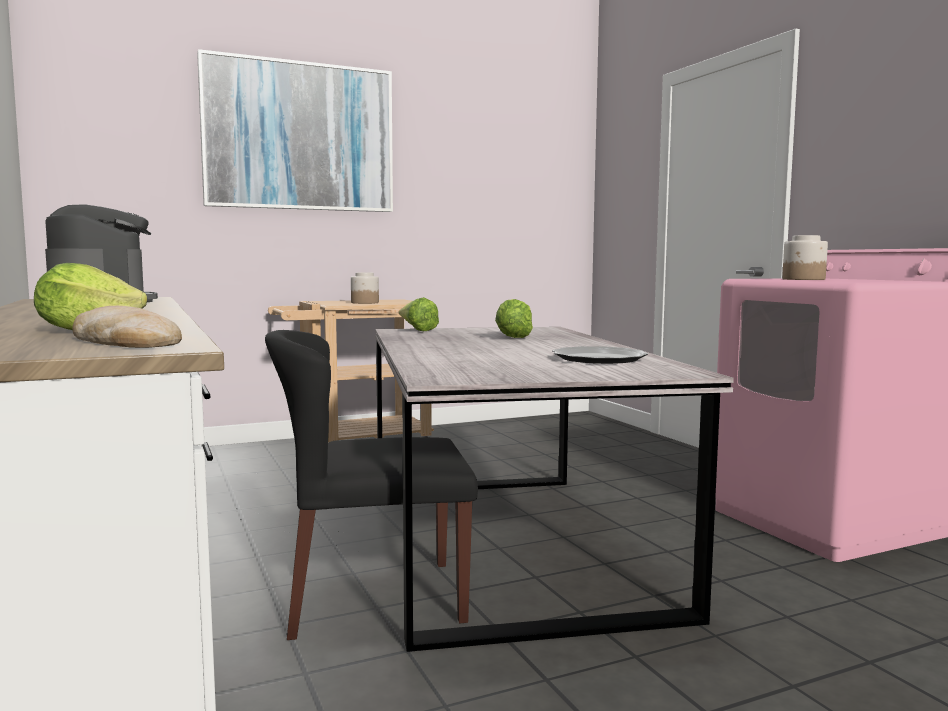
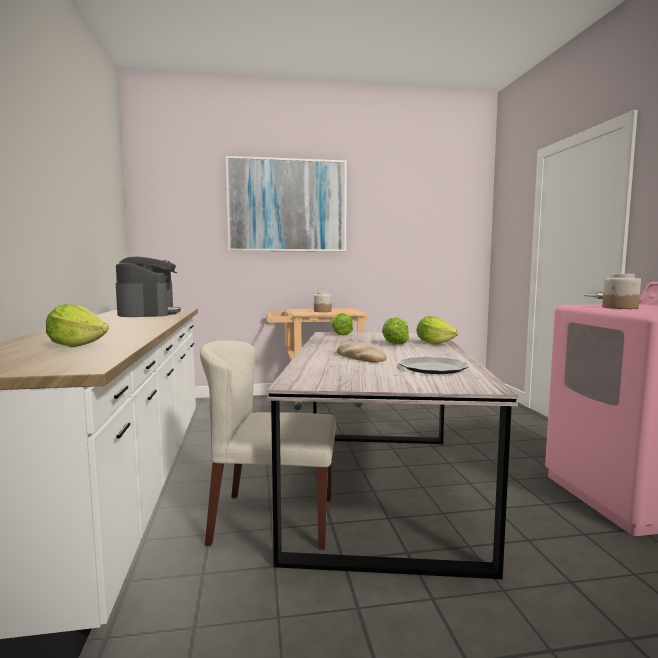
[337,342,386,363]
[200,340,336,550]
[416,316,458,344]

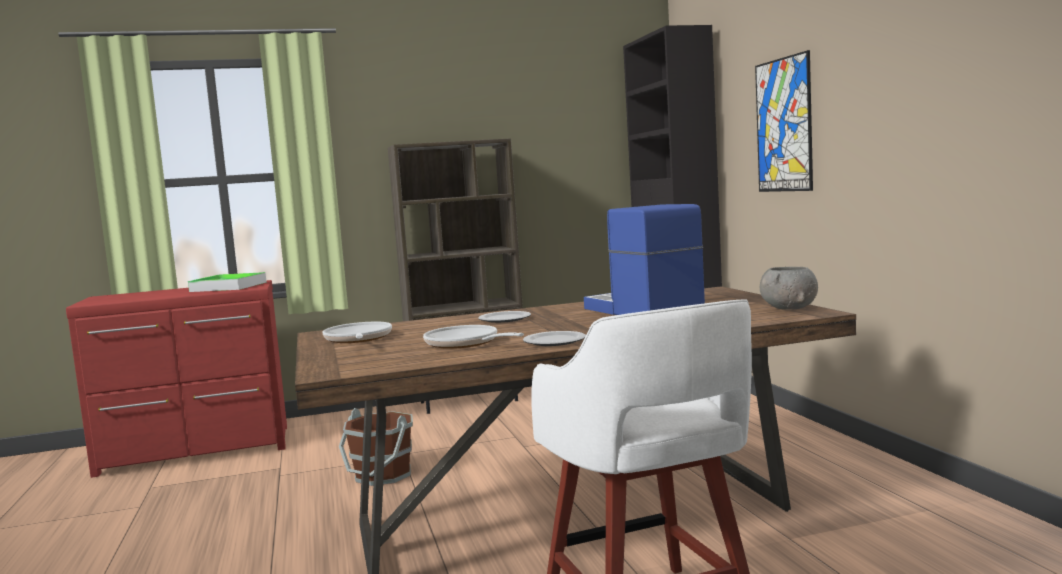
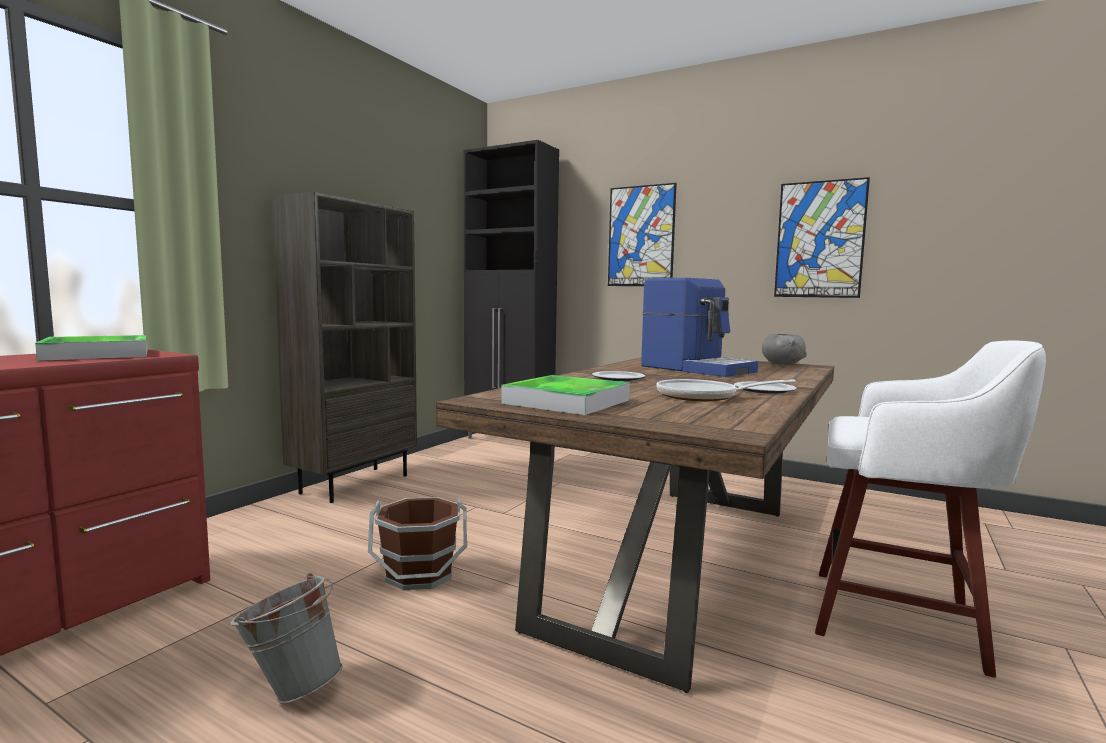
[641,278,758,377]
[501,375,630,415]
[774,177,870,298]
[231,573,342,704]

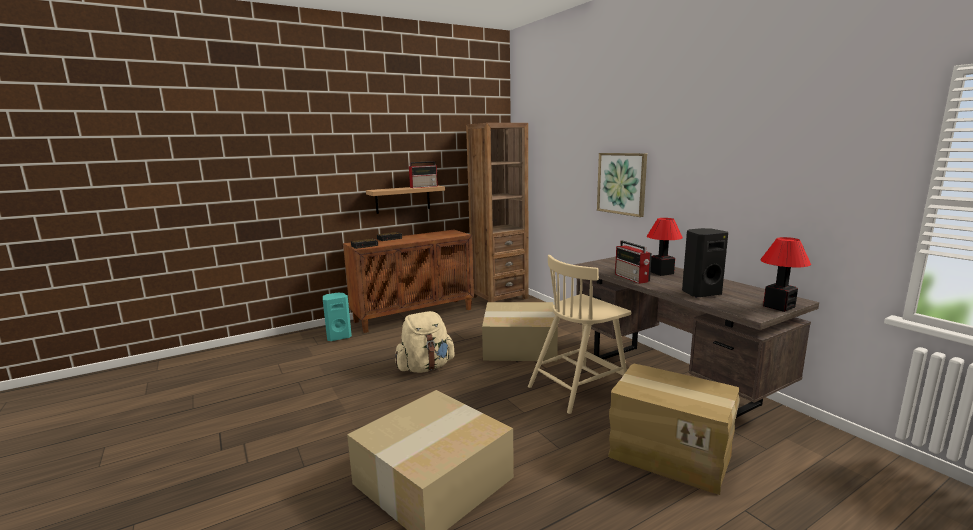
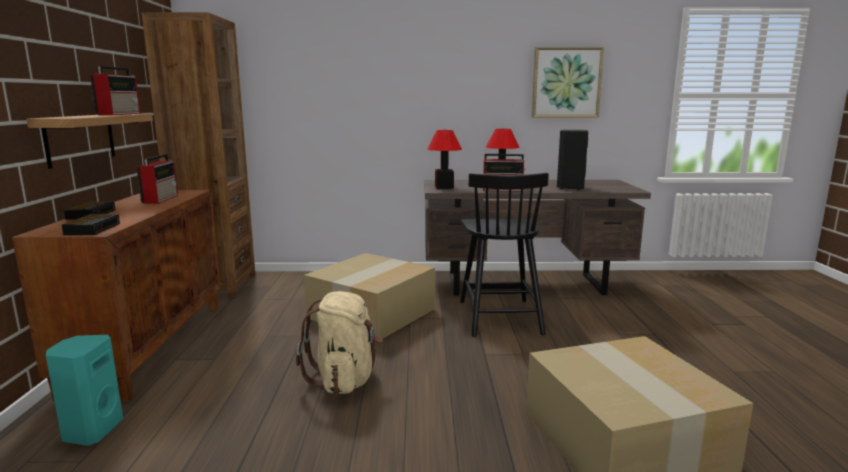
[532,47,604,117]
[427,130,462,189]
[460,173,549,337]
[608,363,740,495] (first image)
[137,154,178,204]

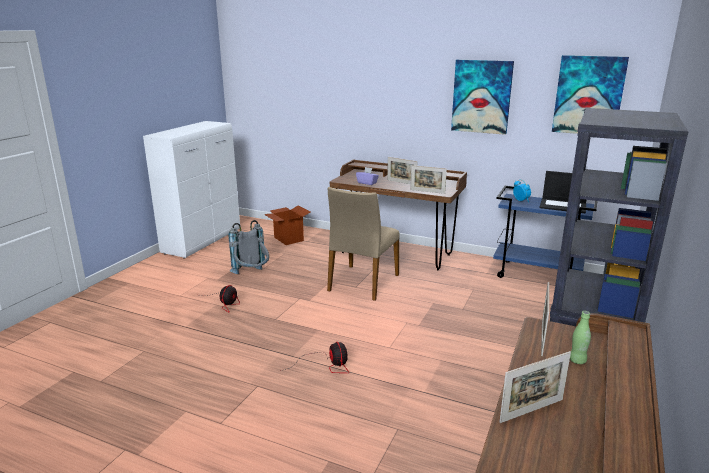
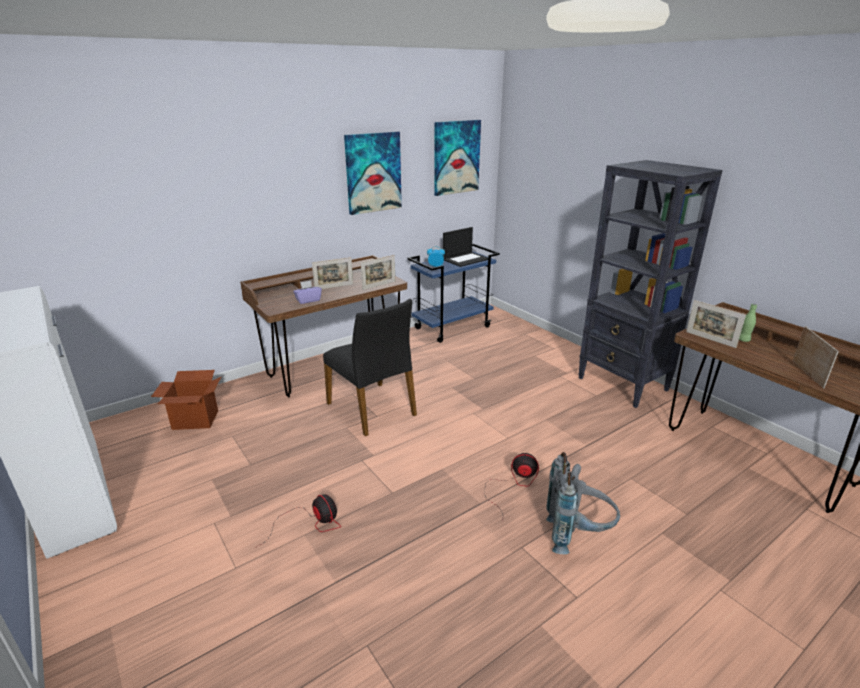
[323,299,417,436]
[546,452,620,554]

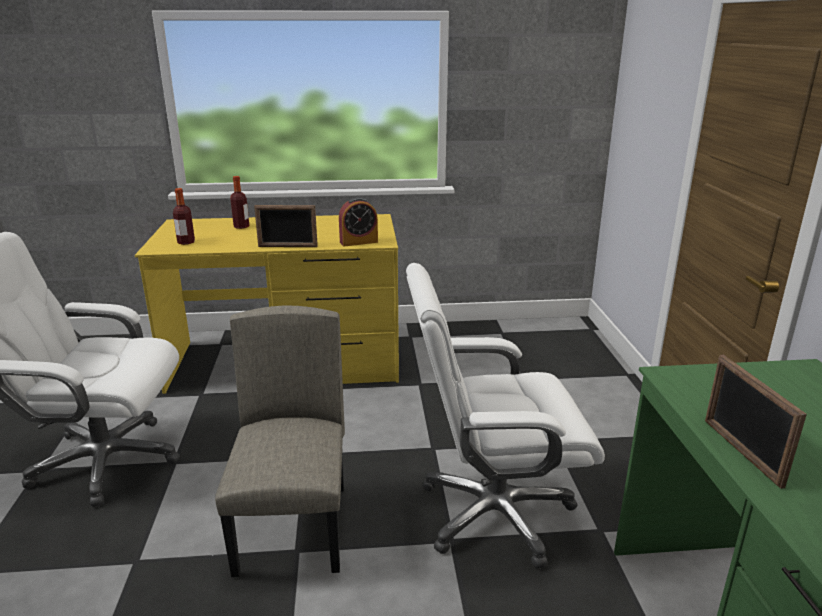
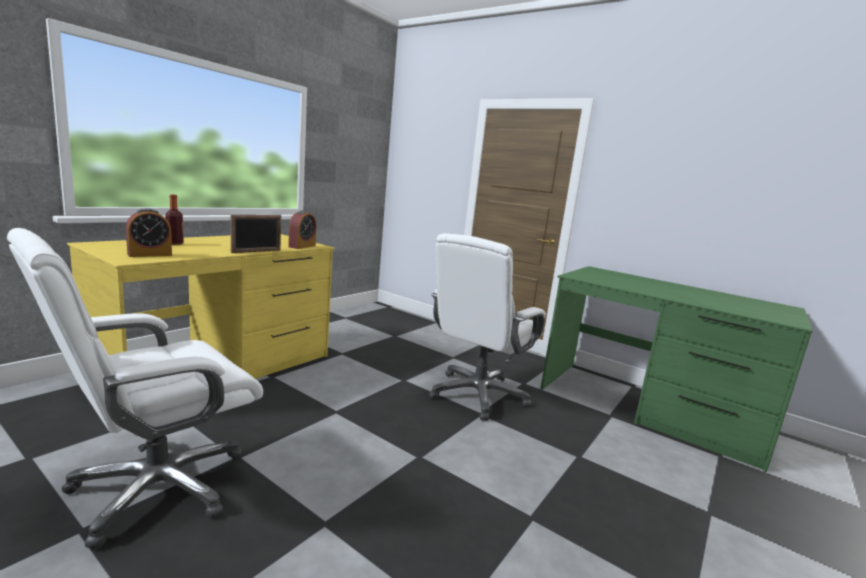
[126,208,172,257]
[215,305,345,577] (first image)
[705,355,807,489] (first image)

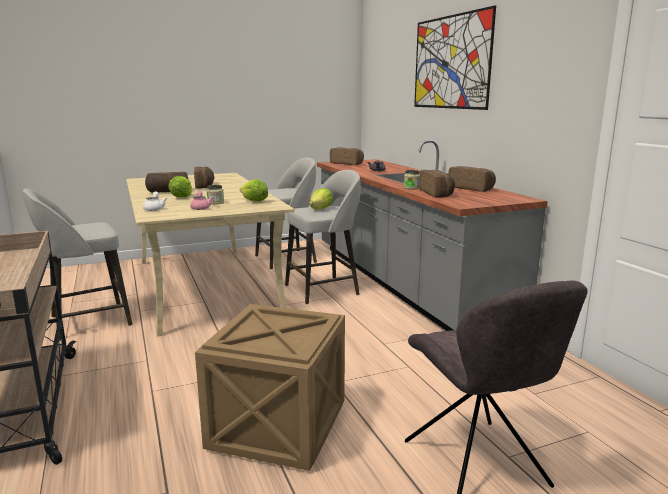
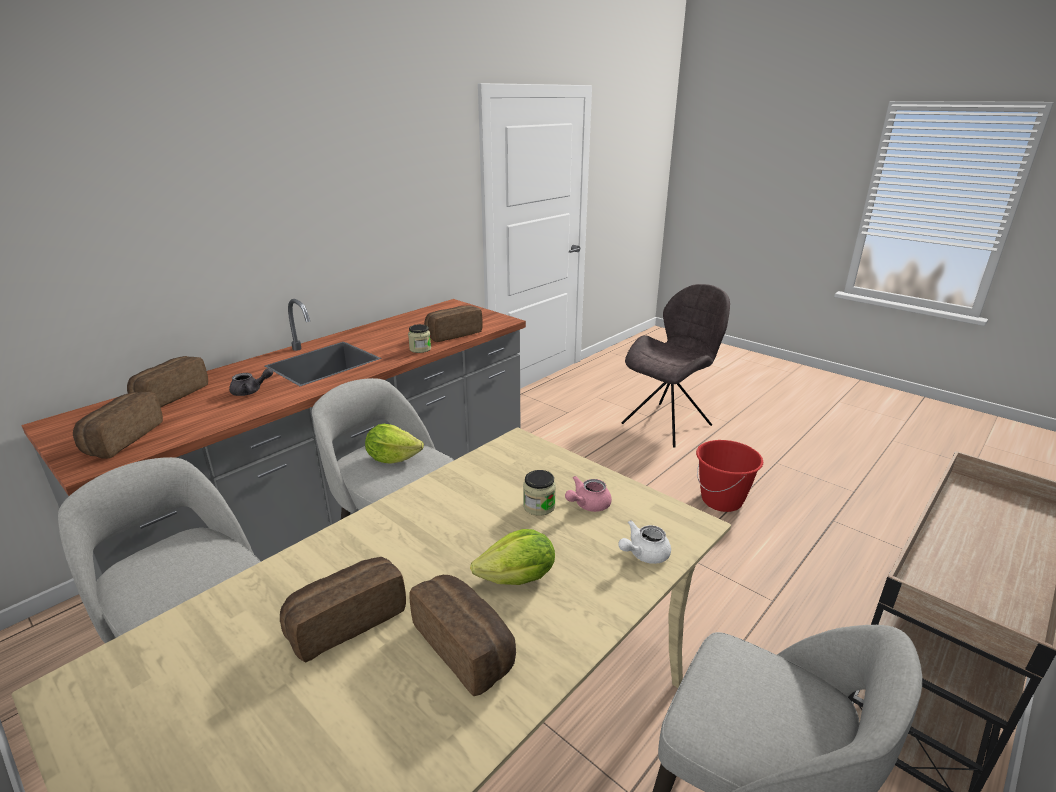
[414,5,496,110] (first image)
[127,356,208,407]
[240,179,268,202] (first image)
[696,440,763,512]

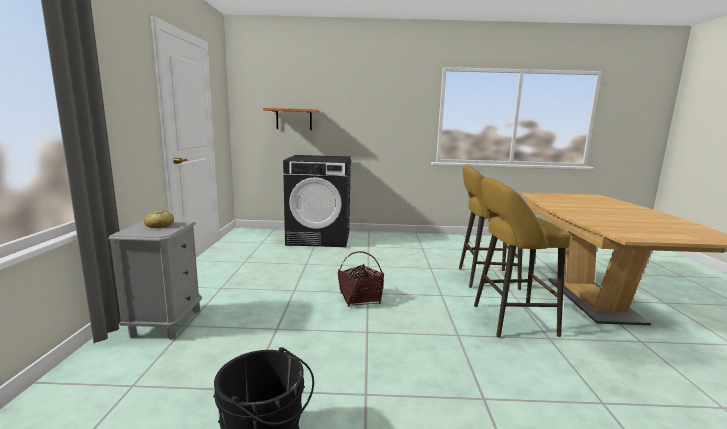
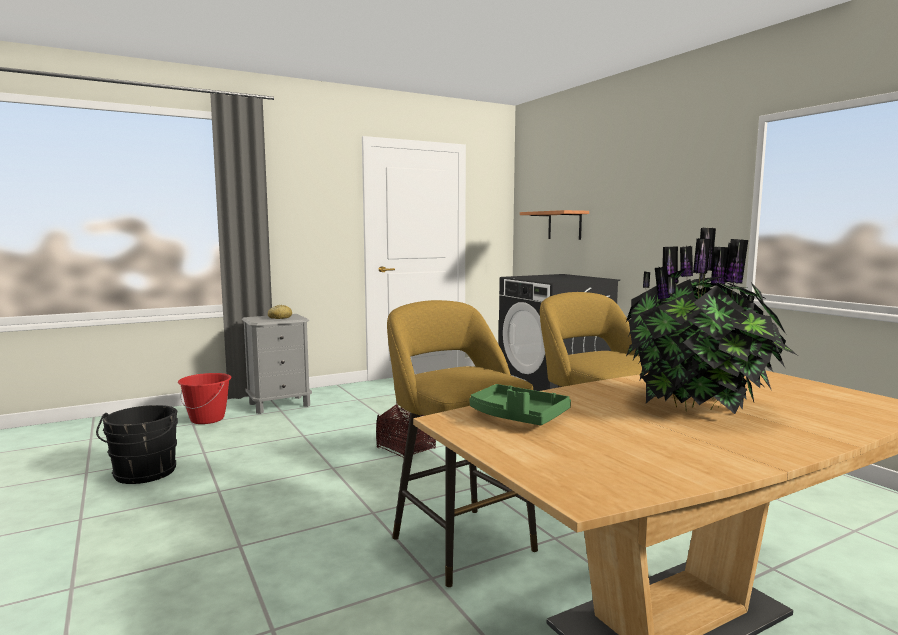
[626,228,797,414]
[178,373,231,424]
[469,384,571,426]

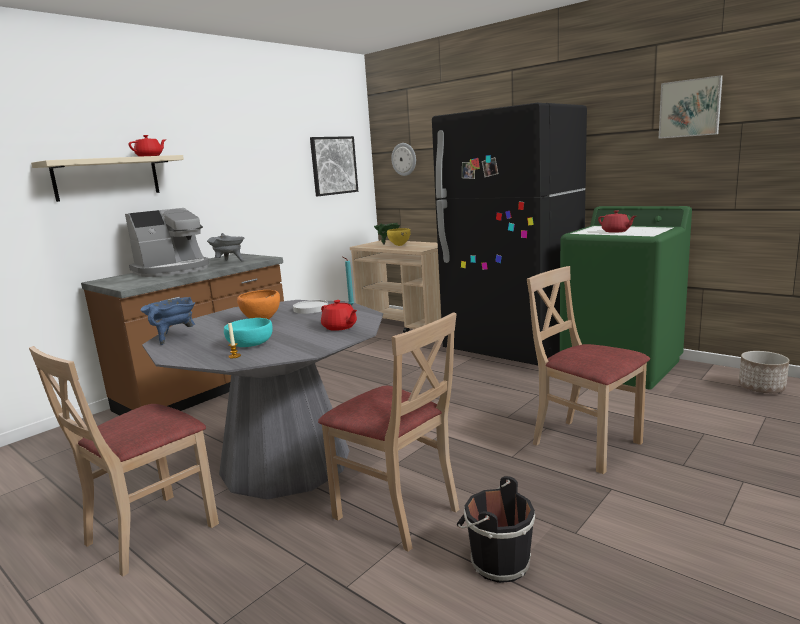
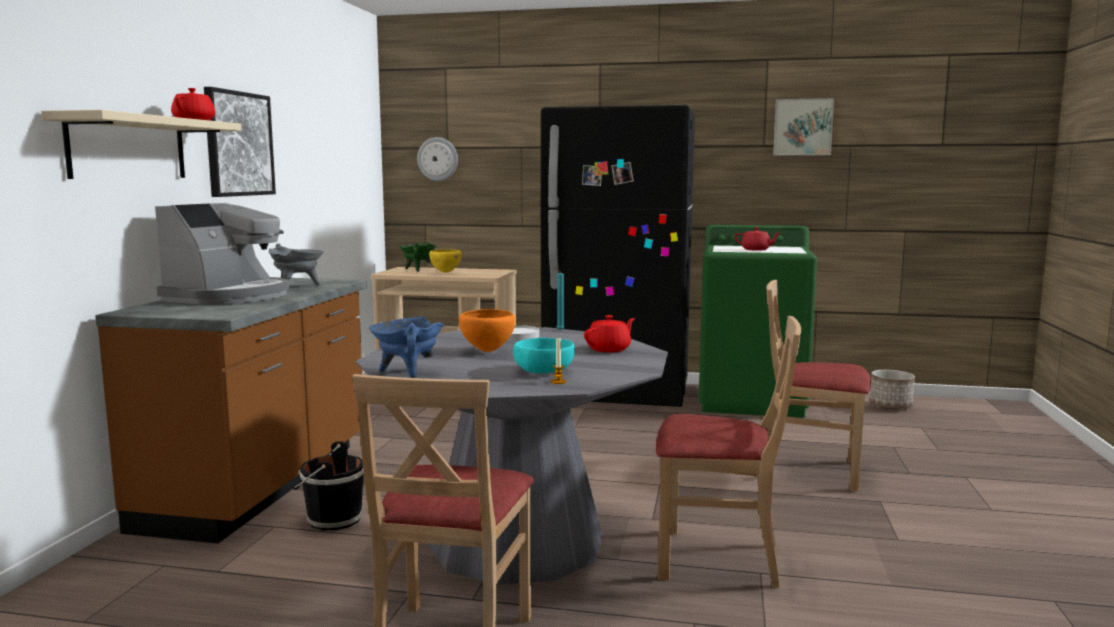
[204,87,276,197]
[584,315,635,352]
[293,441,364,530]

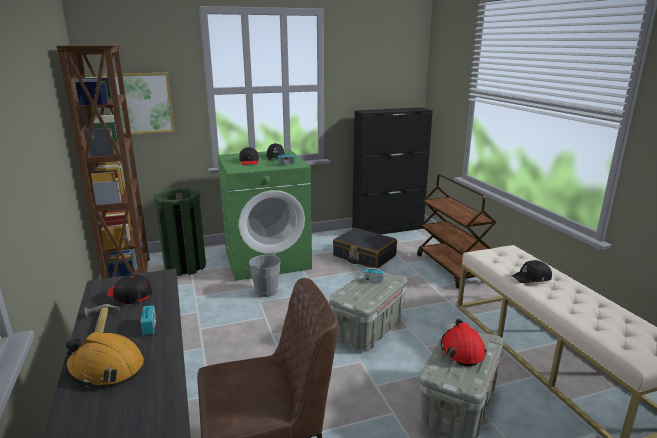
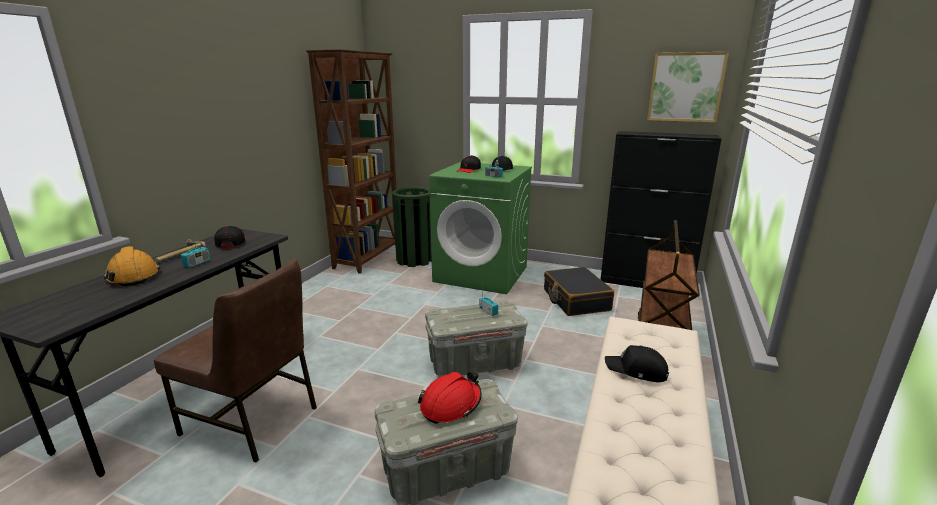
[647,52,729,122]
[244,252,281,297] (first image)

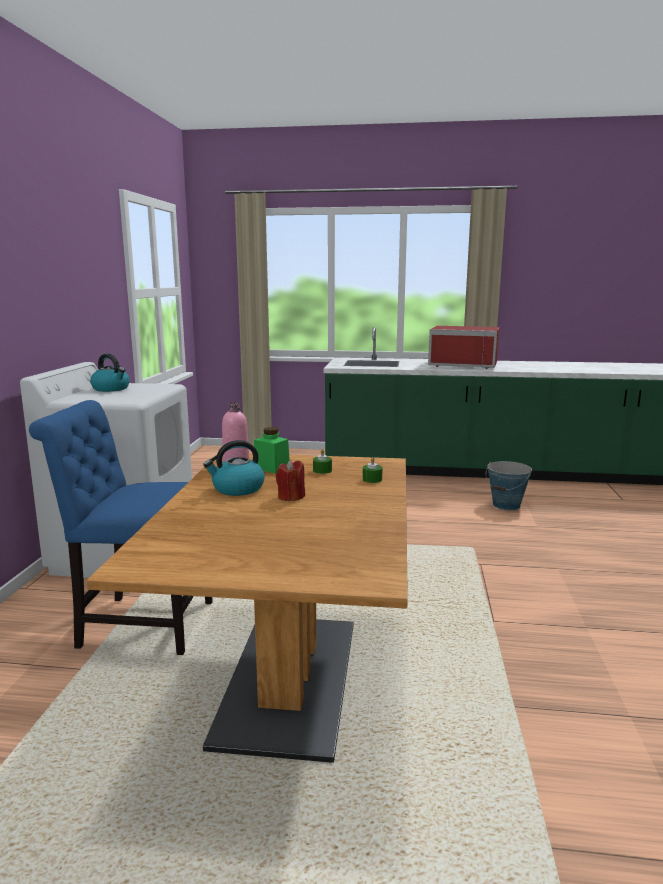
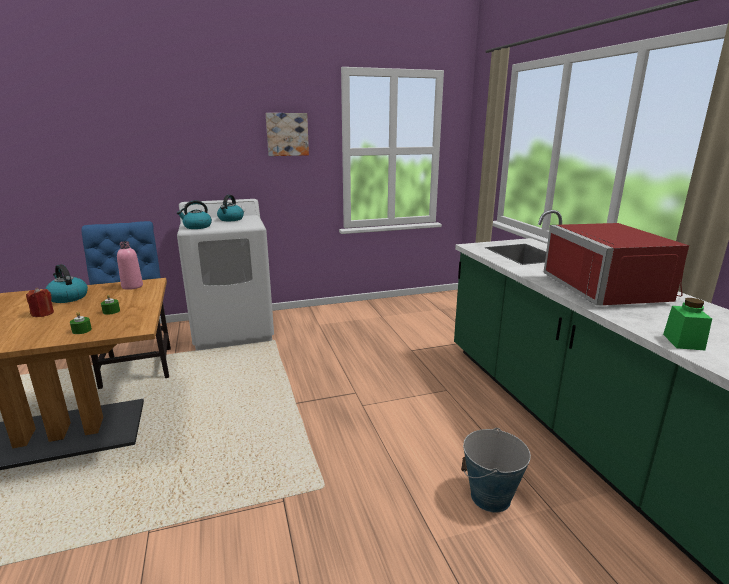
[663,298,712,350]
[266,113,309,156]
[177,200,212,229]

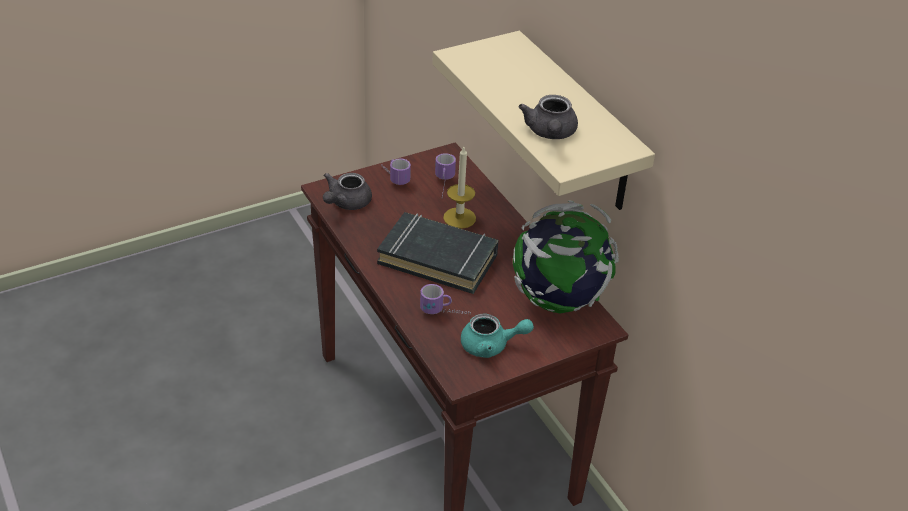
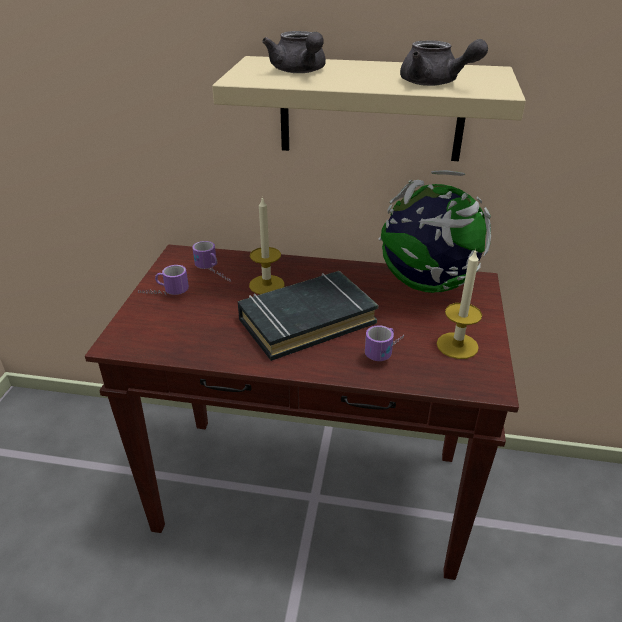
[262,31,326,73]
[437,249,482,359]

